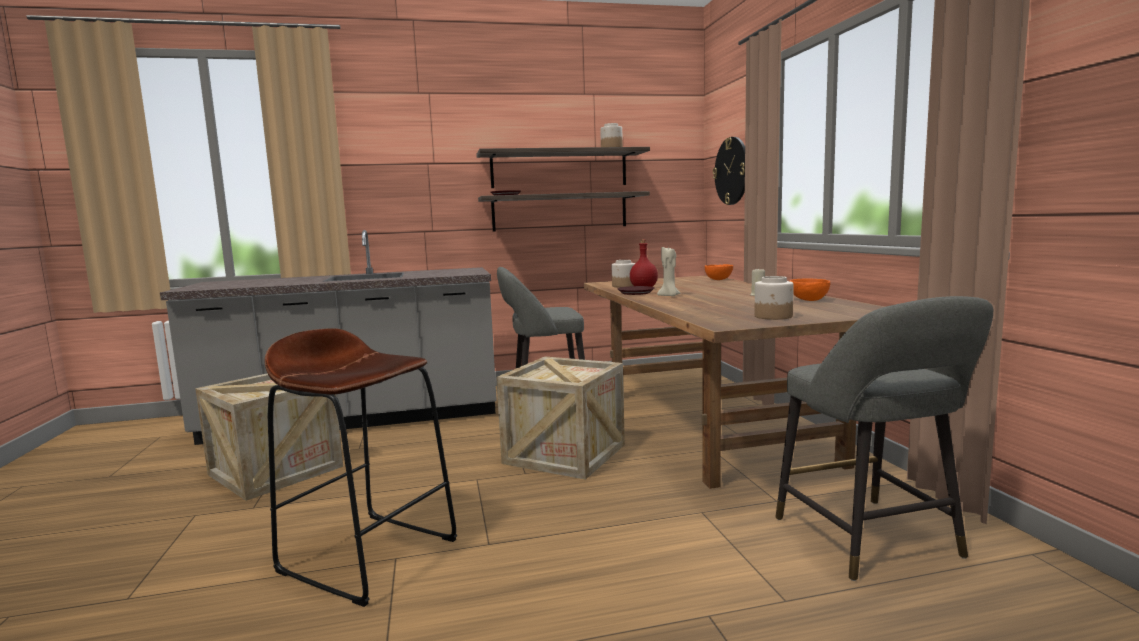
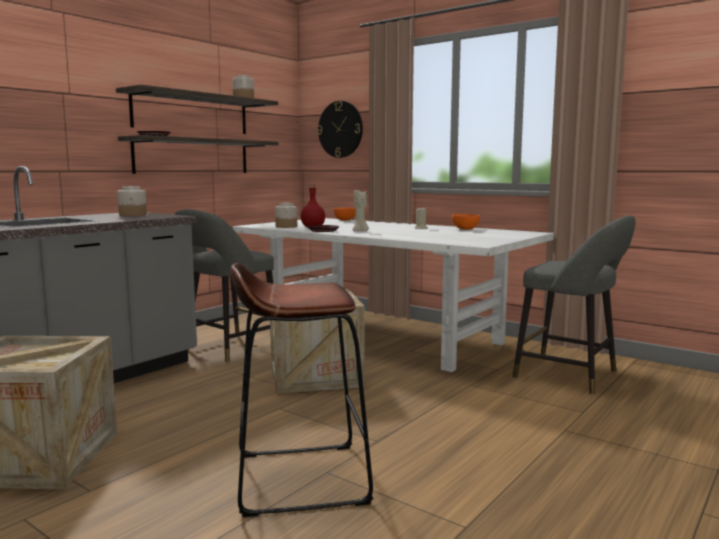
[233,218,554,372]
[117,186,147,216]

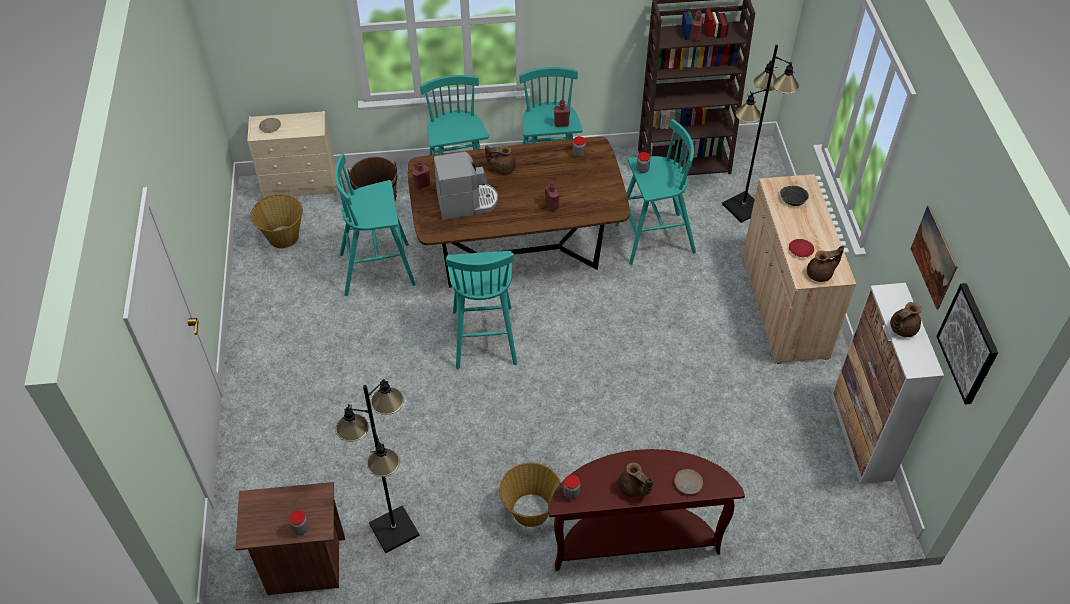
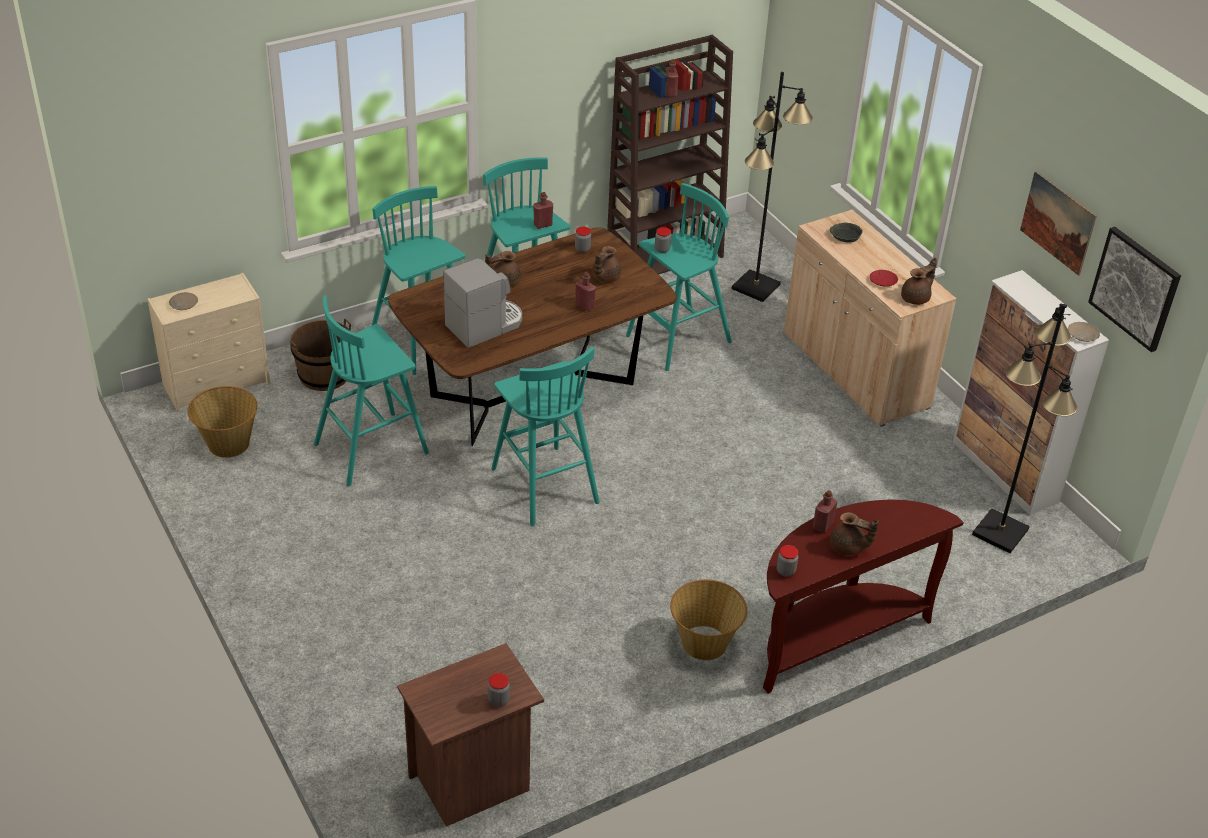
[813,490,837,533]
[592,246,621,283]
[972,304,1078,553]
[1068,322,1100,342]

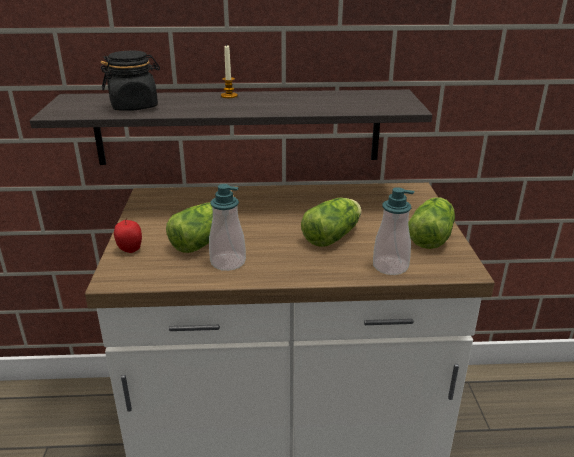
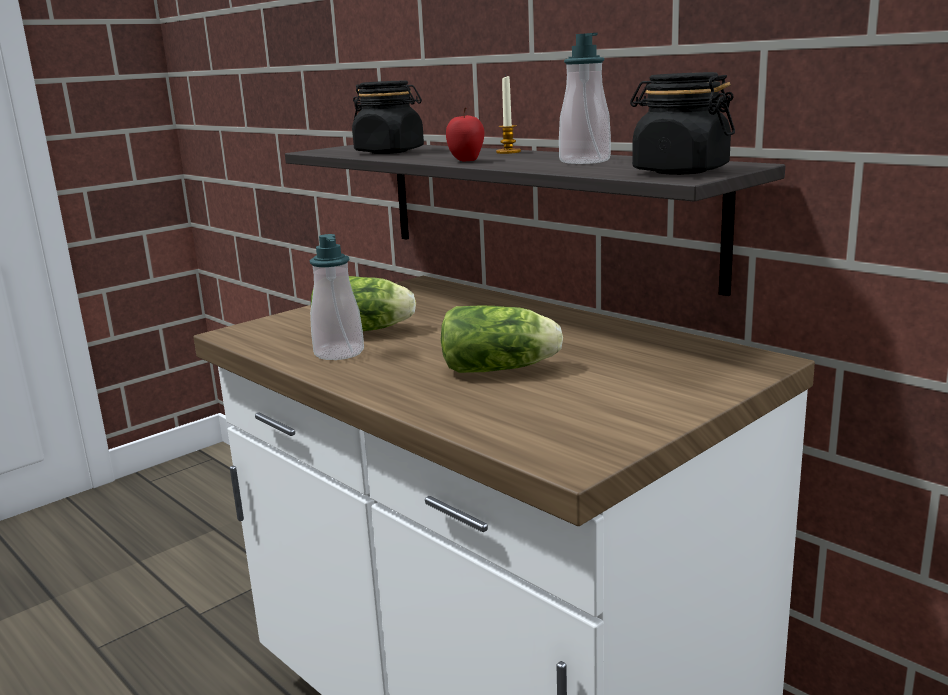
[559,33,611,164]
[408,197,455,249] (first image)
[446,108,484,161]
[630,72,735,175]

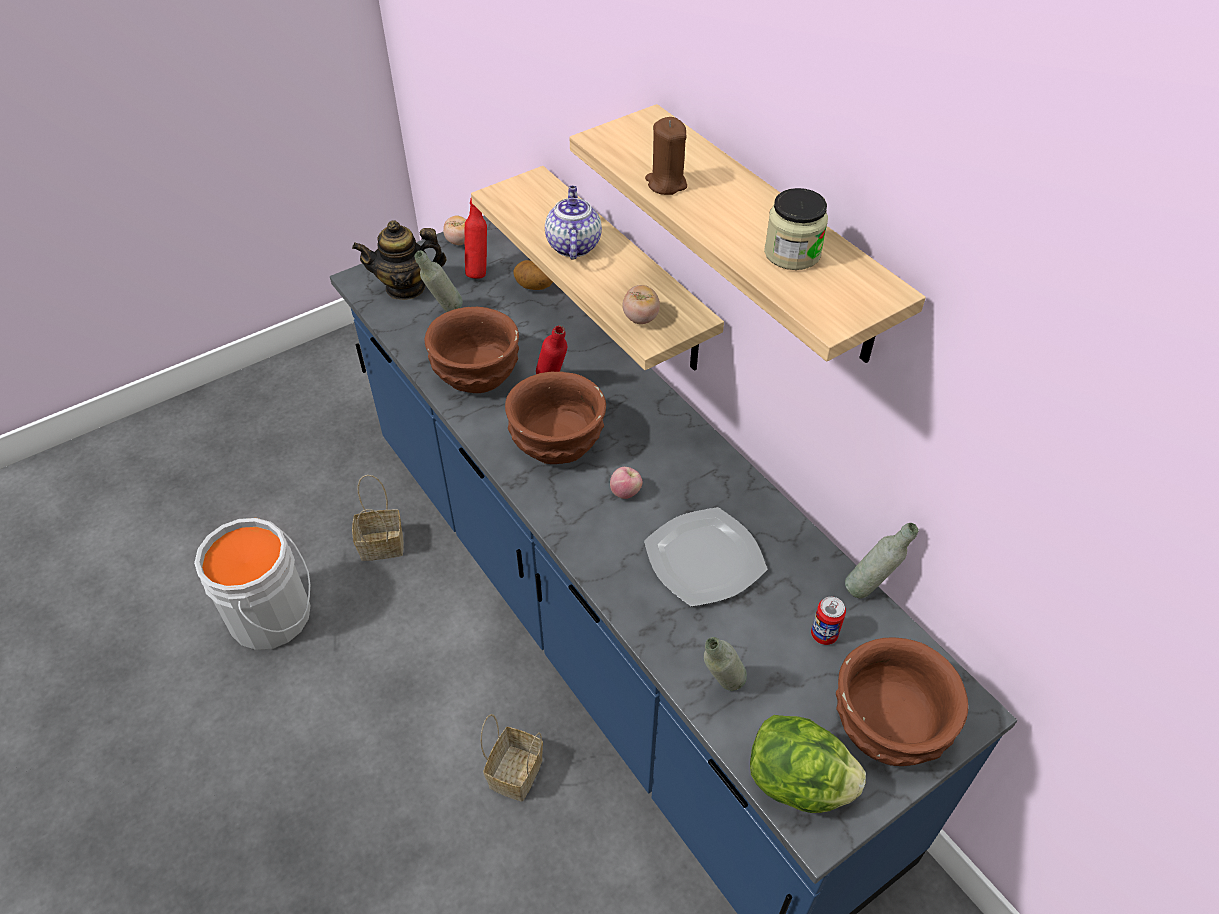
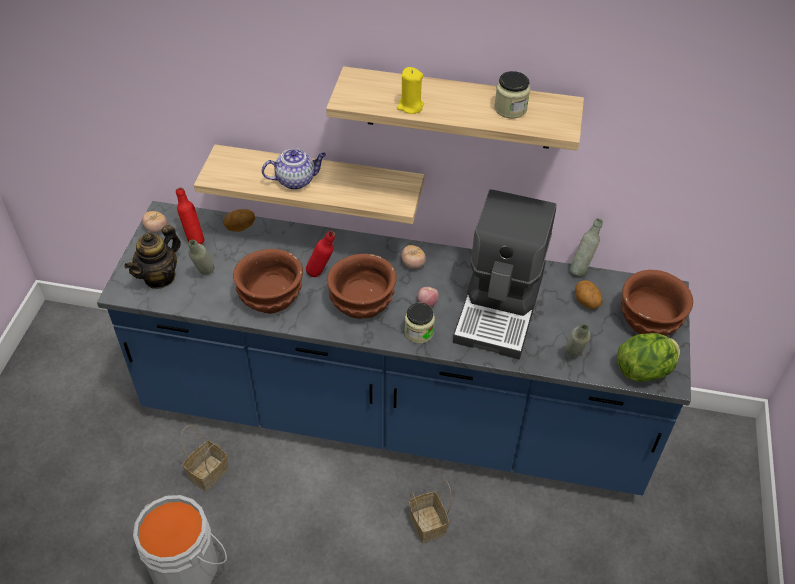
[397,67,424,114]
[262,148,326,190]
[401,245,426,269]
[453,189,557,359]
[575,280,602,309]
[405,303,435,343]

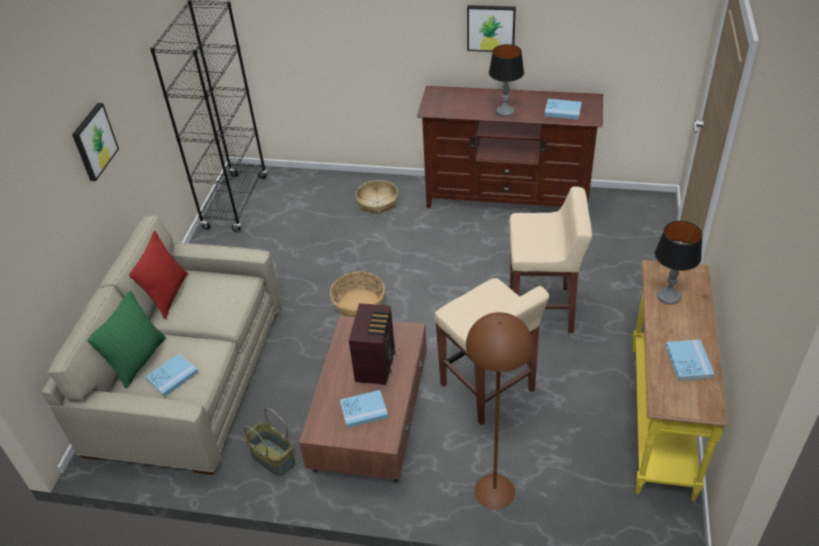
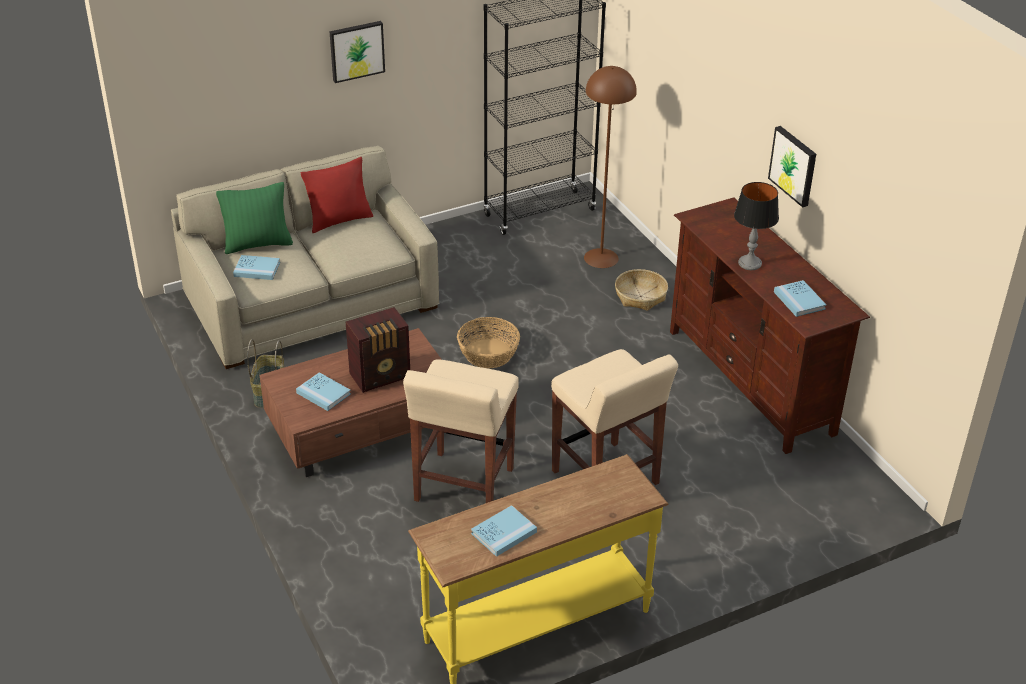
[655,221,702,304] (first image)
[584,66,637,268]

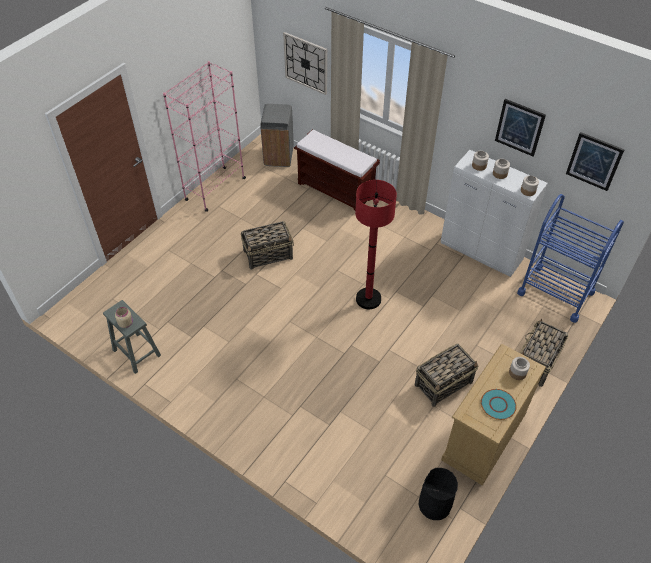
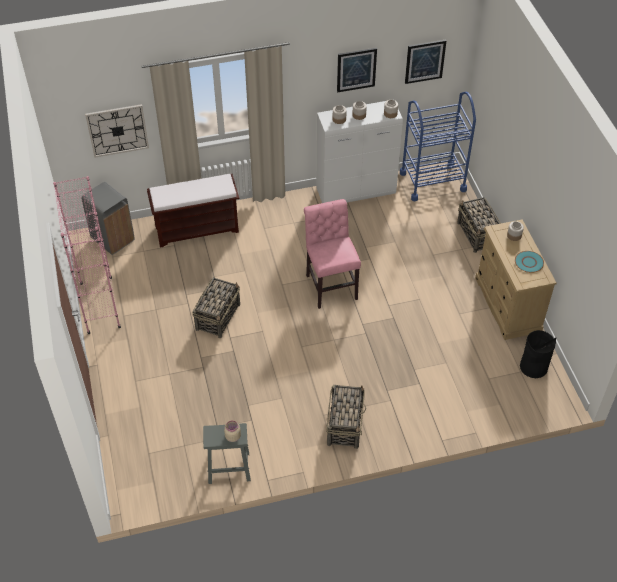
[304,199,361,309]
[326,385,366,449]

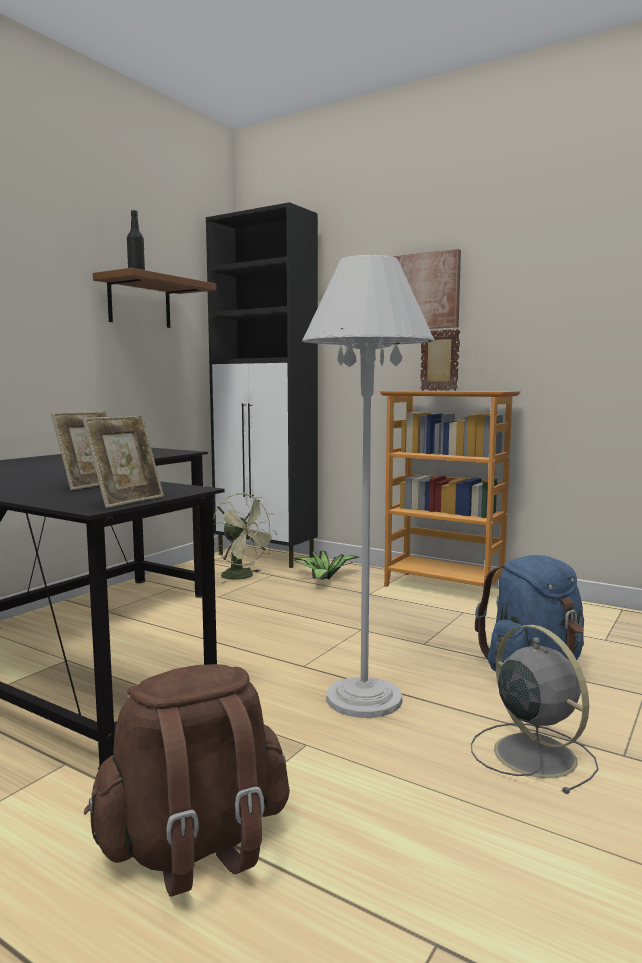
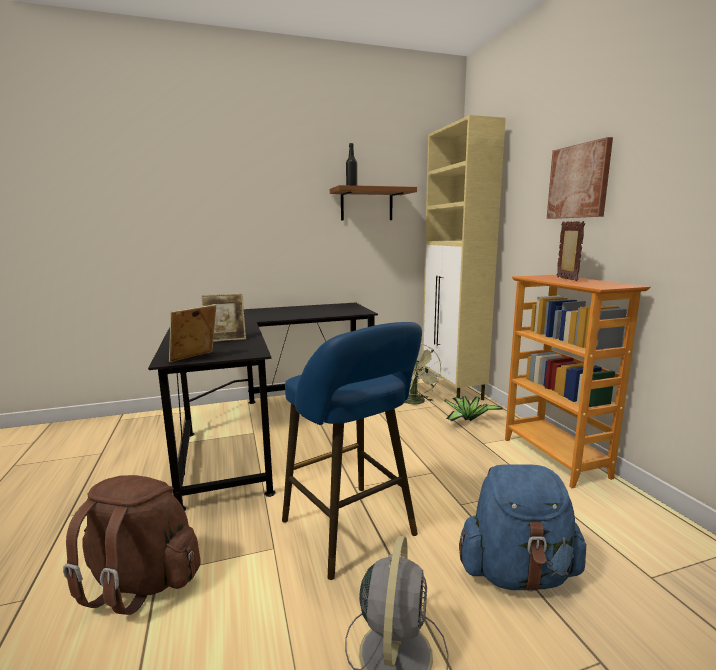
[422,115,506,403]
[282,322,422,580]
[169,304,216,362]

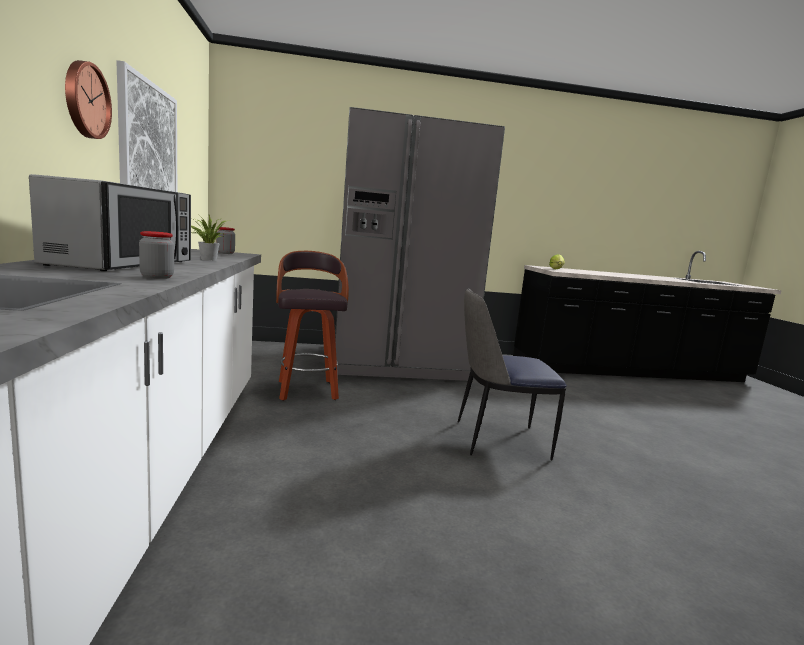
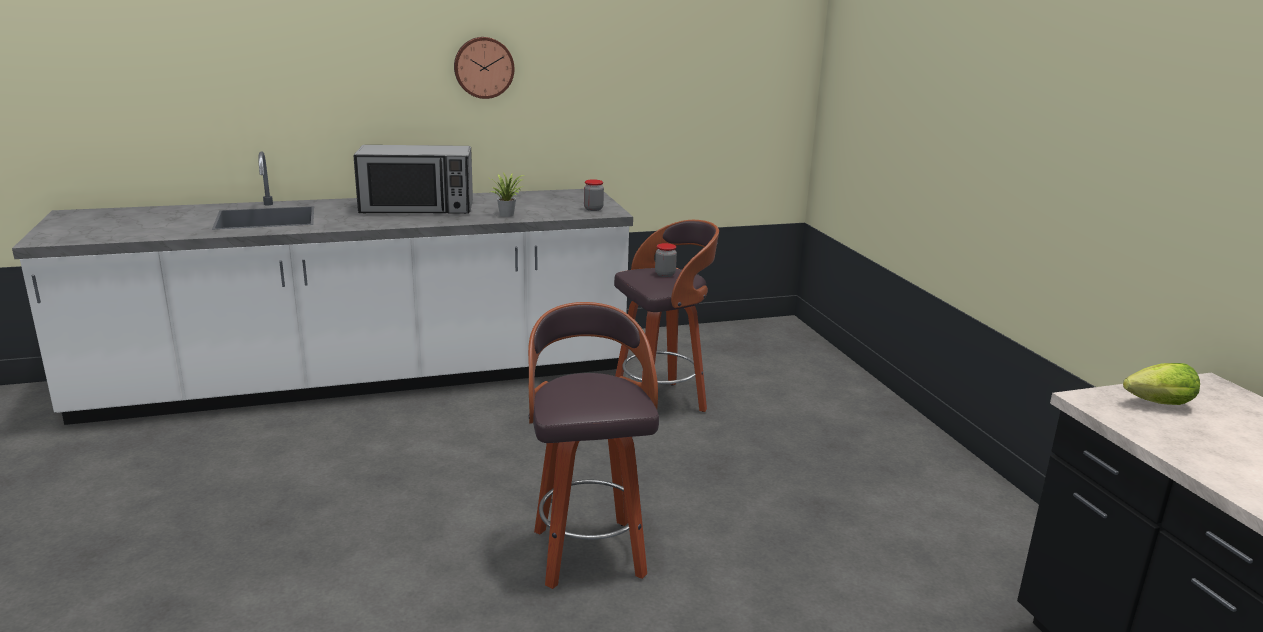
[116,60,177,192] (first image)
[335,107,505,381] (first image)
[655,243,677,277]
[528,302,659,589]

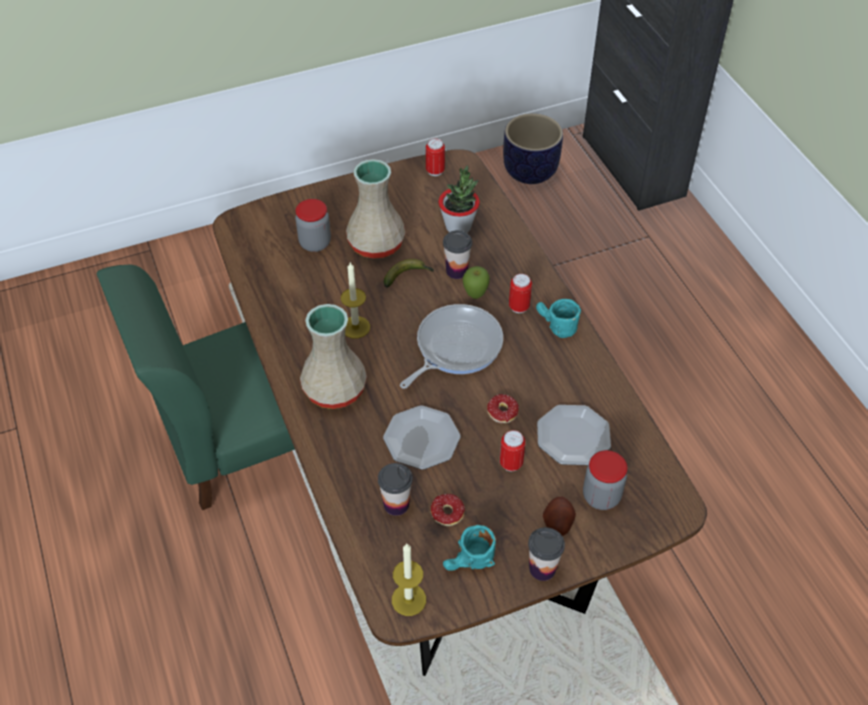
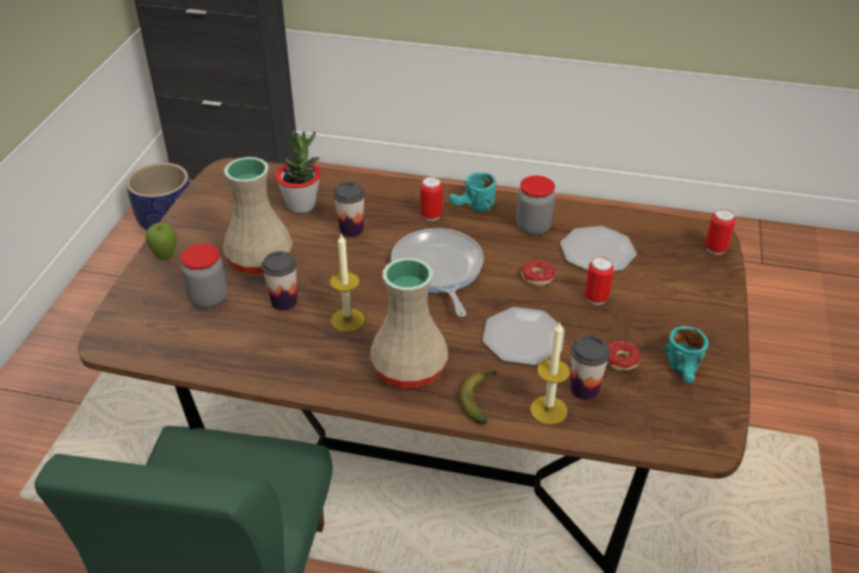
[705,209,736,255]
[459,370,497,424]
[145,222,177,260]
[516,176,555,235]
[543,497,576,536] (first image)
[262,251,297,311]
[530,321,570,425]

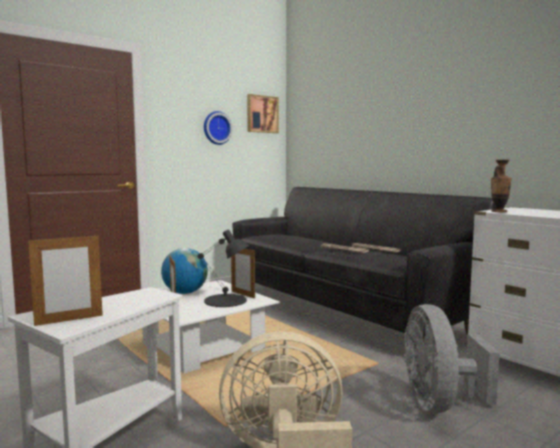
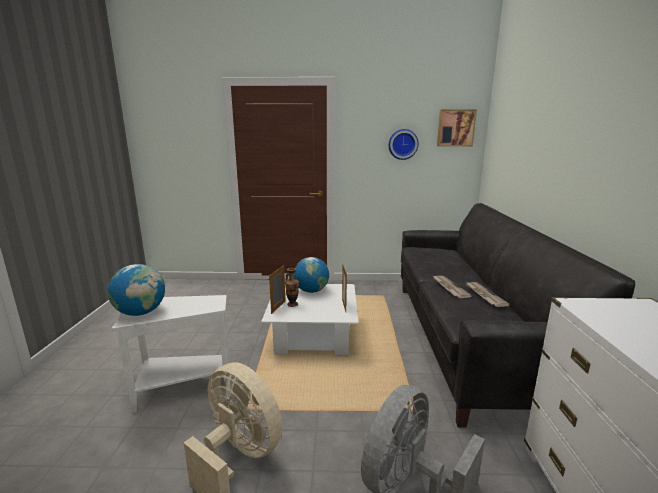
[285,268,299,307]
[198,230,249,307] (first image)
[107,264,165,316]

